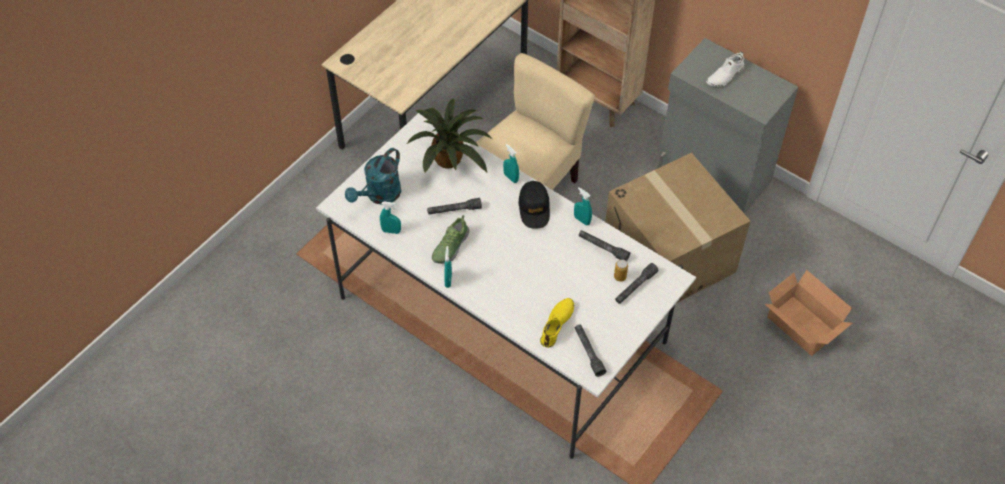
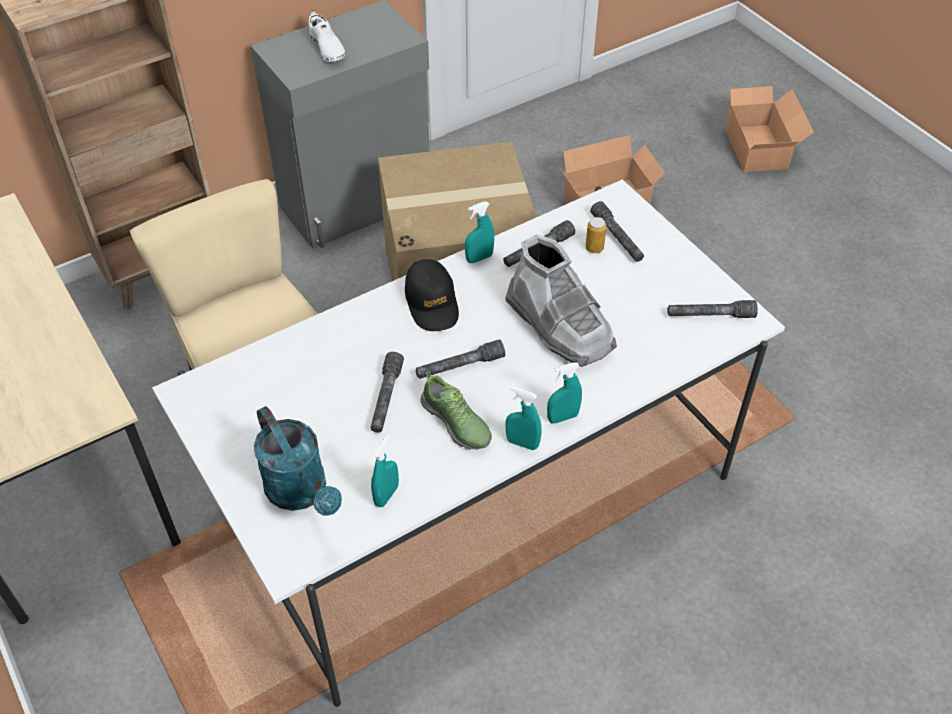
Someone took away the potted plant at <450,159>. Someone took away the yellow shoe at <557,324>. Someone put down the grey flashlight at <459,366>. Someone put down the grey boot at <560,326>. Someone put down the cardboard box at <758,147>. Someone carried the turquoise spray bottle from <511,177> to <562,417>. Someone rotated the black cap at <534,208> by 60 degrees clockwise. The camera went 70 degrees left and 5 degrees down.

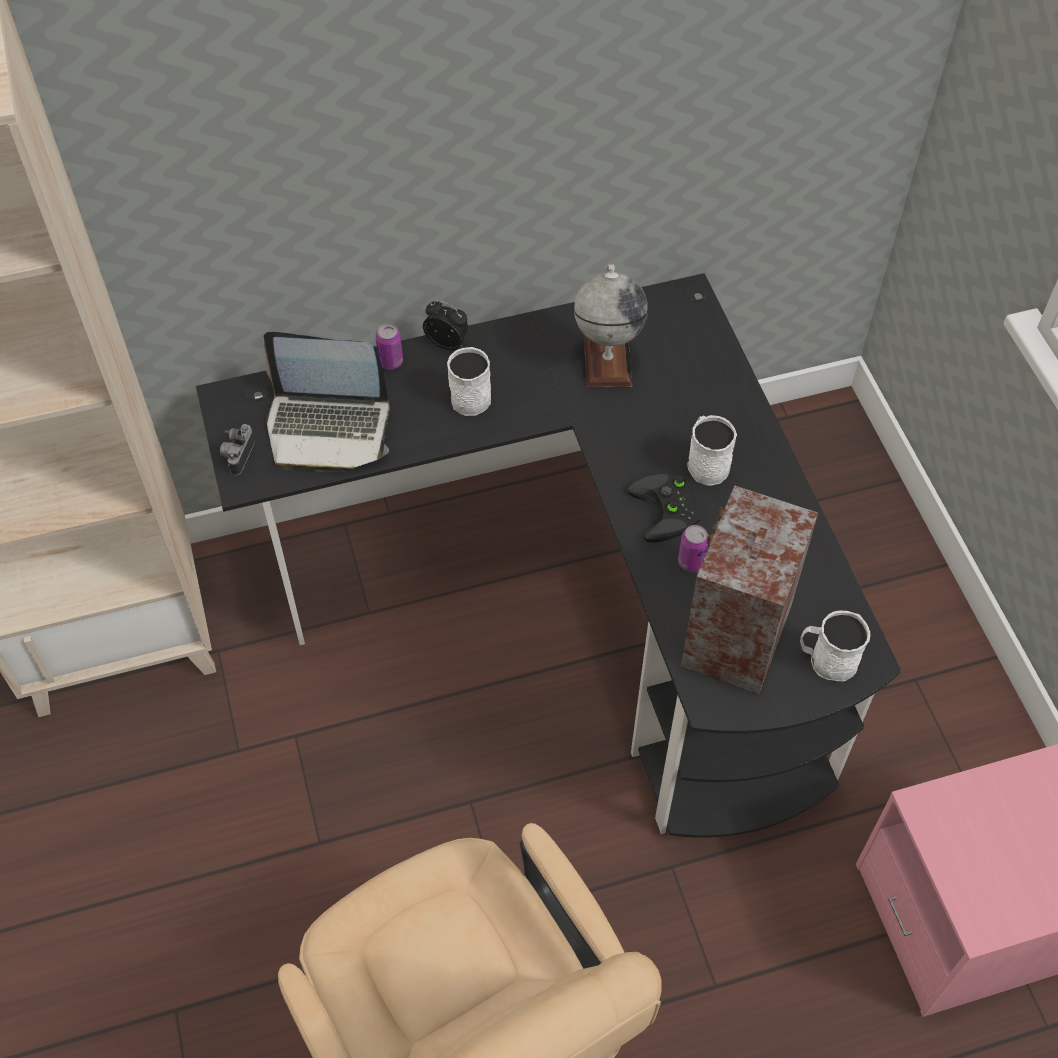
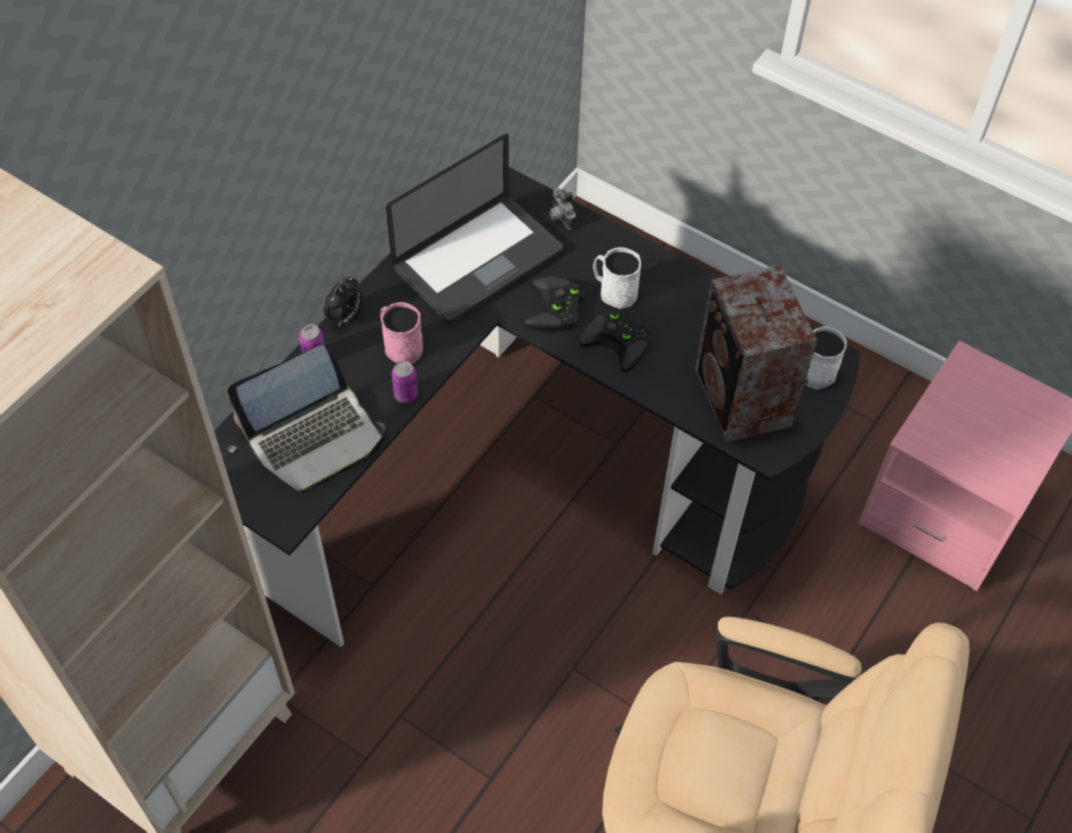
Someone put down the black game controller at <556,310>. Someone carried the photo camera from <238,456> to <559,217>. Someone carried the can from <691,562> to <405,395>. Someone swapped the globe at <607,362> for the laptop at <478,261>. Someone repainted the white mug at <470,394>, which became the pink mug at <400,345>. Someone rotated the alarm clock at <448,343> by 135 degrees clockwise. The camera went 40 degrees left and 0 degrees up.

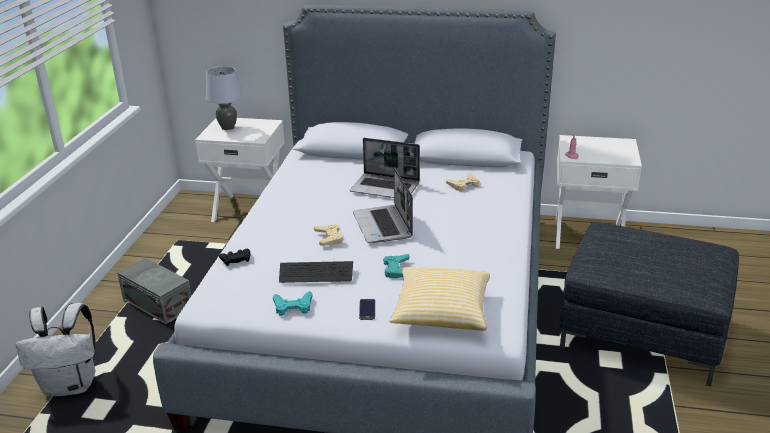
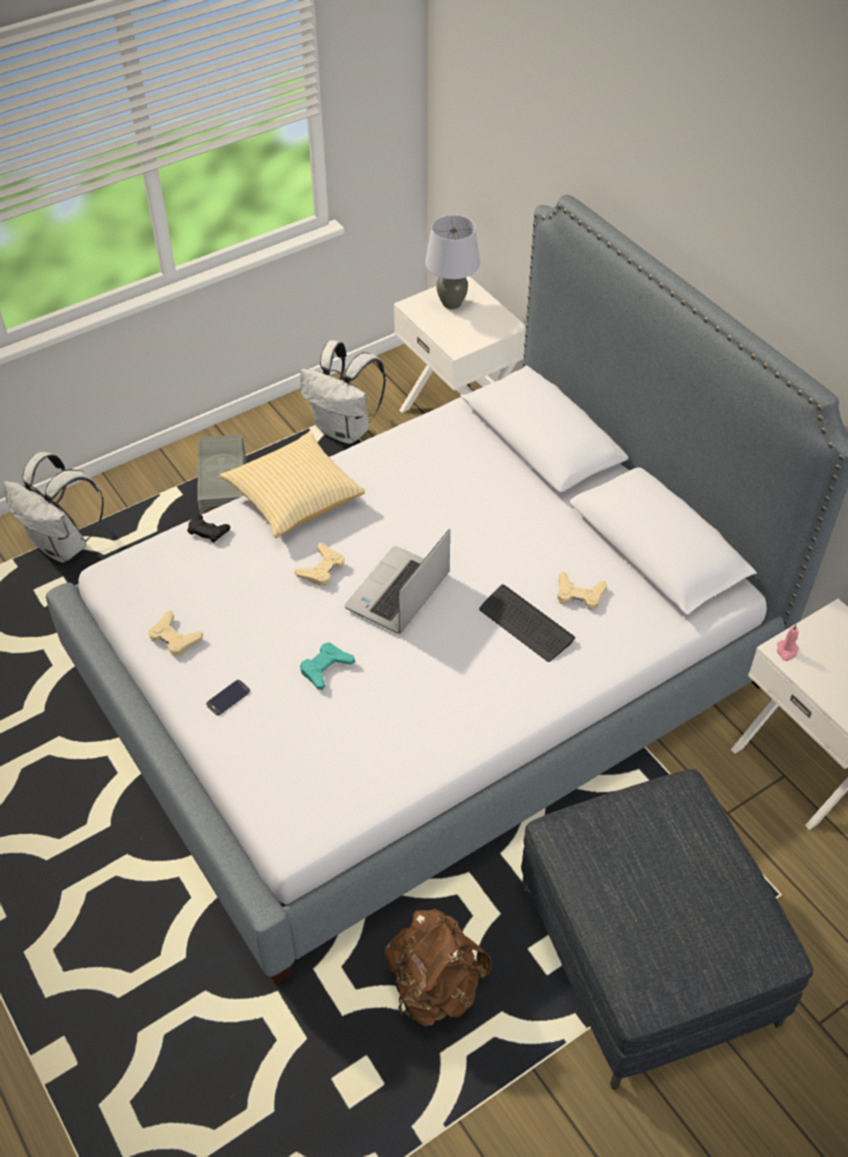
Someone took away the laptop at <386,188>. Someone put down the white backpack at <345,430>. Someone put down the brown backpack at <434,986>. Someone carried the keyboard from <316,273> to <526,624>. Someone carried the pillow from <441,312> to <294,498>. Someone repainted the turquoise game controller at <293,306>, which became the beige game controller at <174,638>. The camera went 45 degrees right and 20 degrees up.

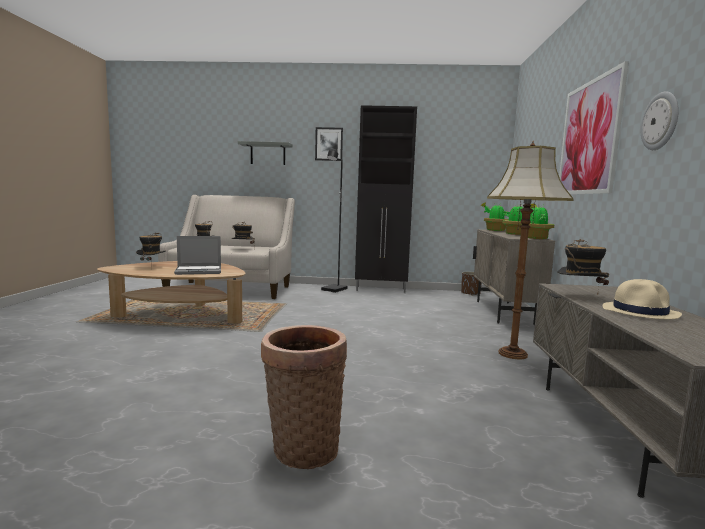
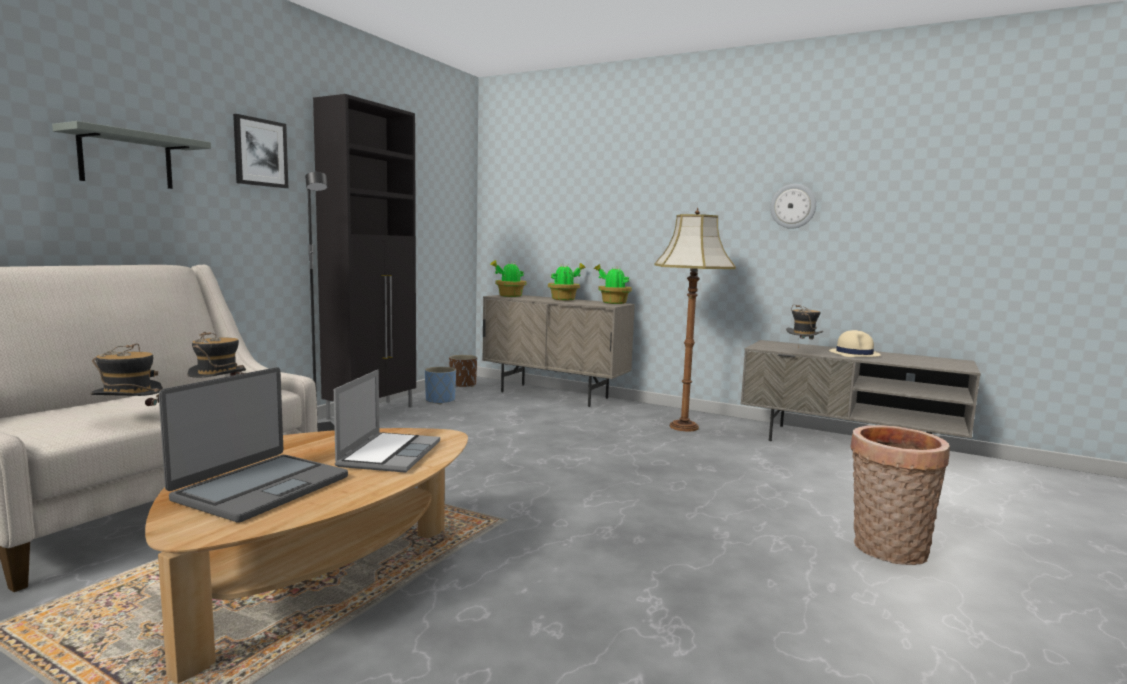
Someone took away the picture at <589,138>. Someone put down the blue planter at <440,401>. Someone swapped the hat at <152,267> for the laptop at <261,488>. The camera went 65 degrees left and 0 degrees up.

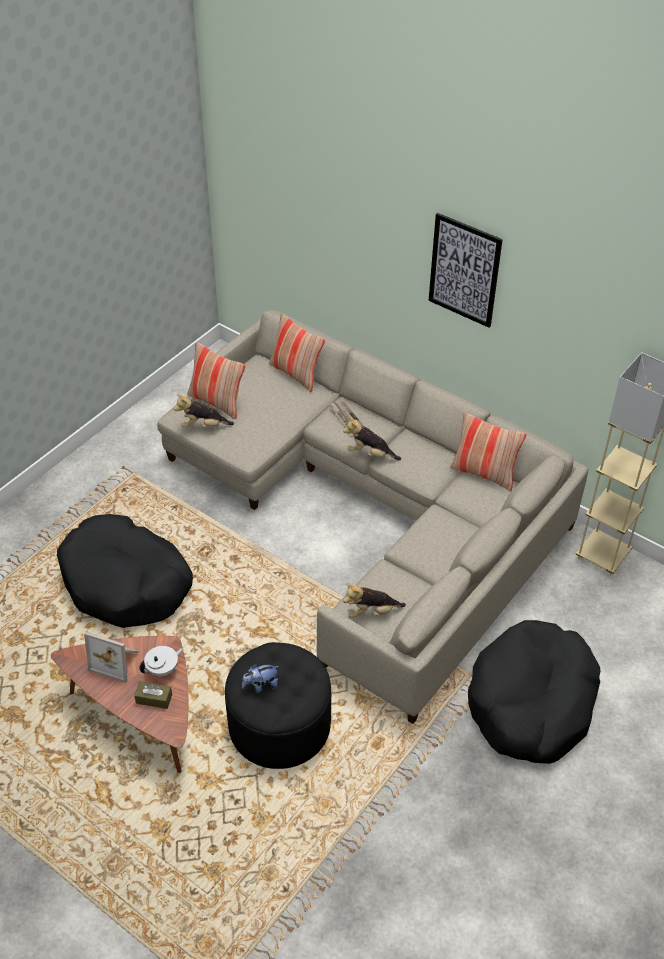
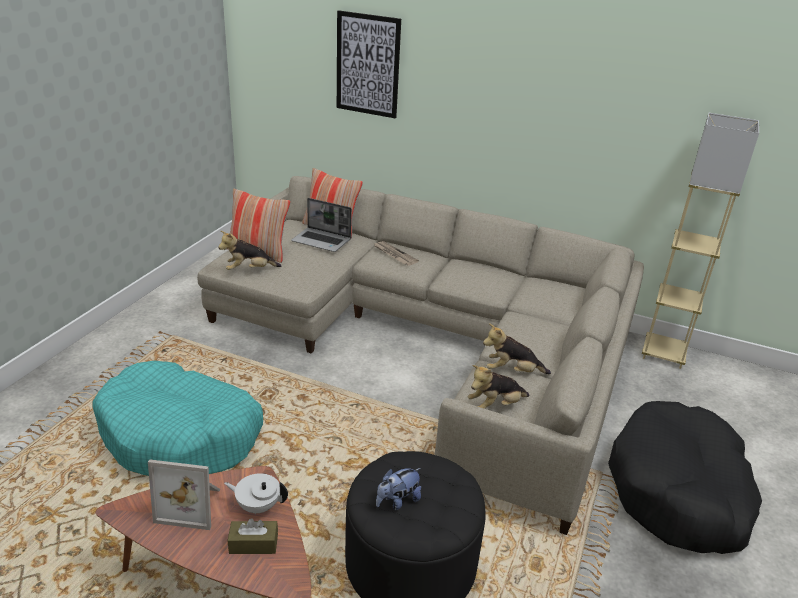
Someone took away the pillow at <484,473>. Someone put down the laptop at <322,241>. Someone carried the plush toy from <370,454> to <512,371>. Someone carried the picture from <464,270> to <368,65>. Someone repainted the black dog bed at <126,583>, which became the turquoise dog bed at <181,435>. Someone rotated the white teapot at <163,669> by 120 degrees counterclockwise. The camera went 15 degrees left and 15 degrees down.

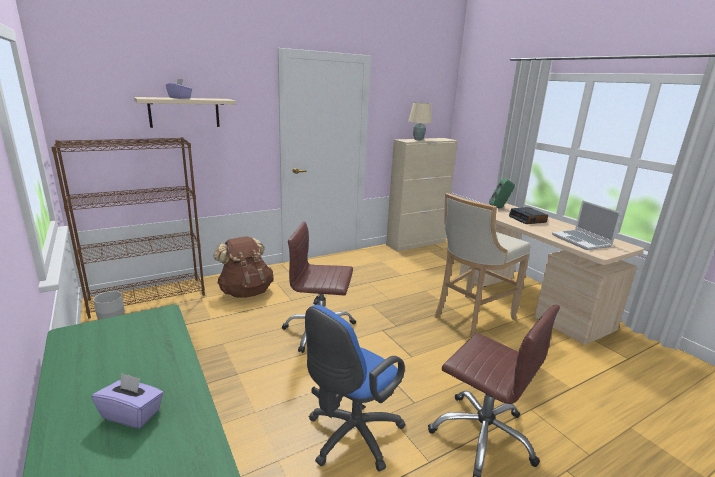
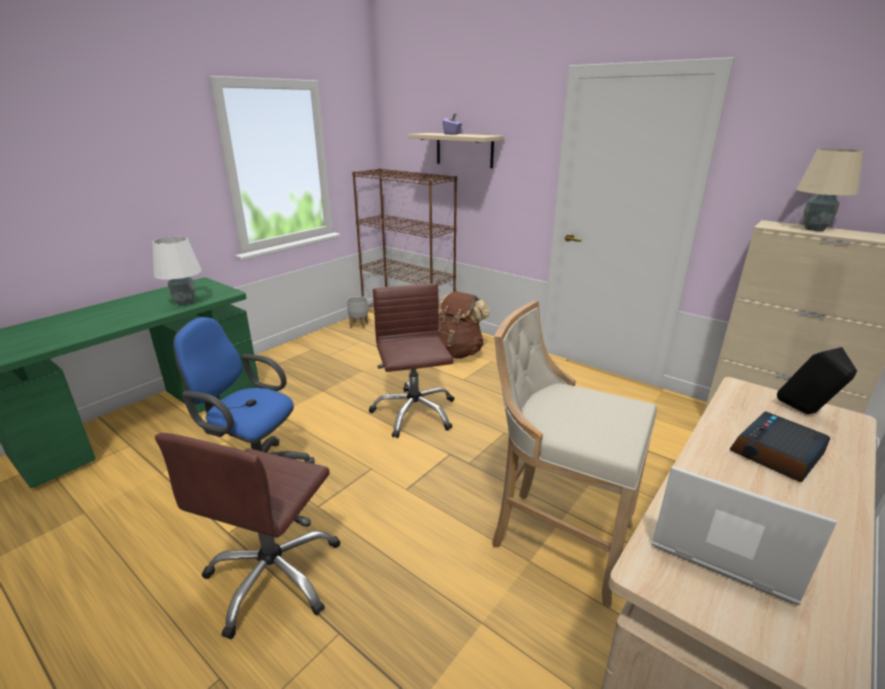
Someone took away the purple tissue box at <132,414>. Someone put down the white table lamp at <185,302>. Someone repainted the green speaker at <499,208>, which became the black speaker at <805,413>. Someone rotated the laptop at <582,241> by 75 degrees clockwise. The camera went 70 degrees right and 5 degrees up.

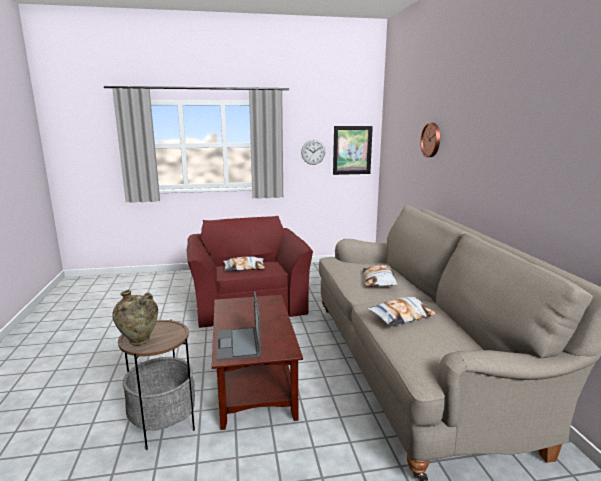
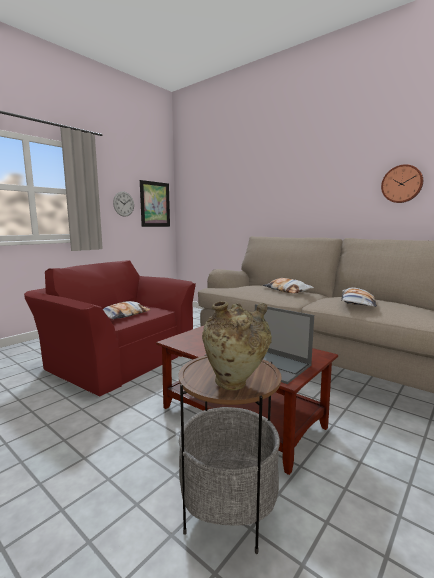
Someone carried the wall clock from <431,140> to <402,184>. The camera went 40 degrees left and 5 degrees down.

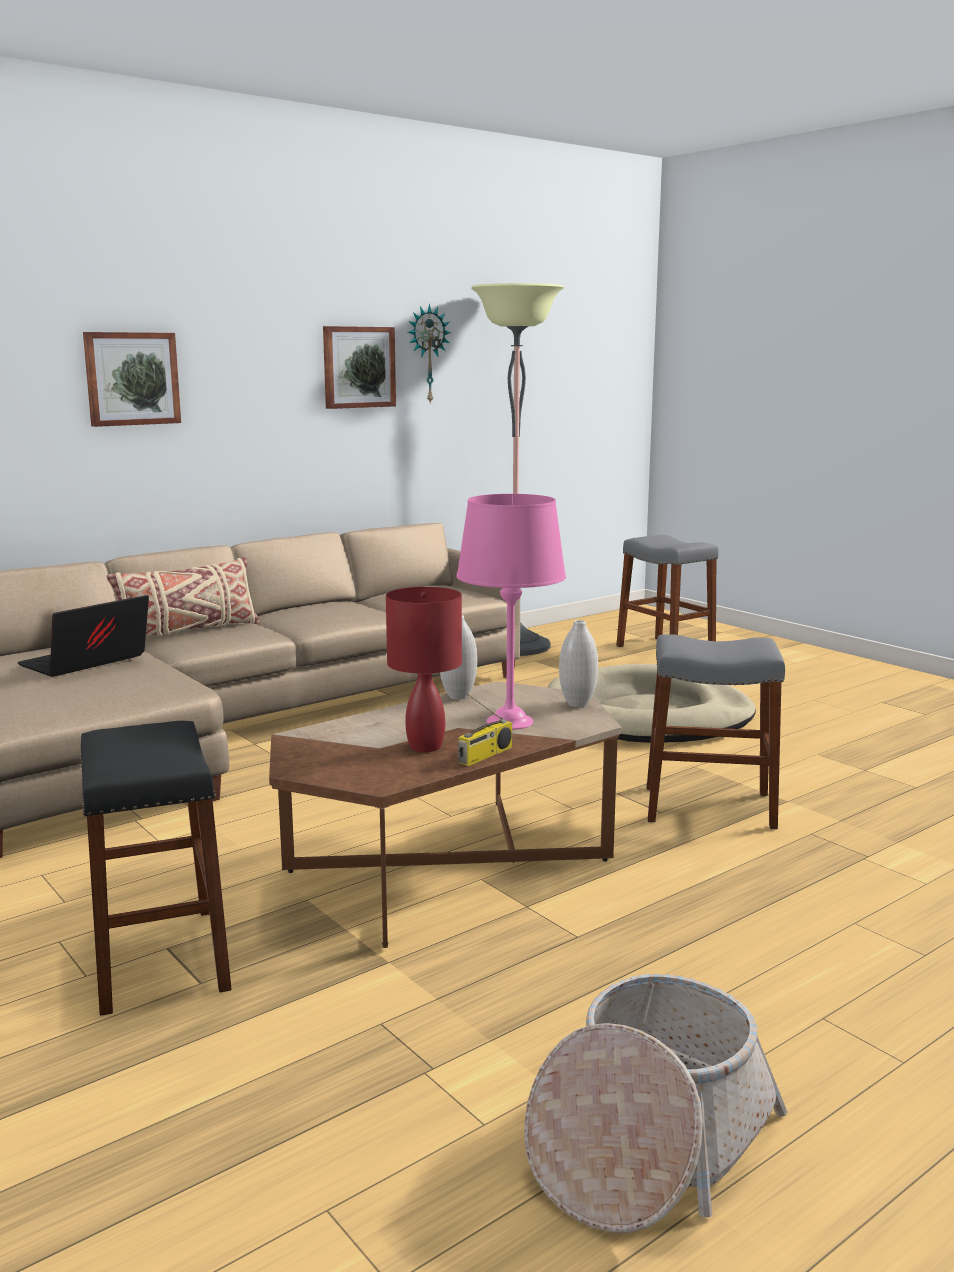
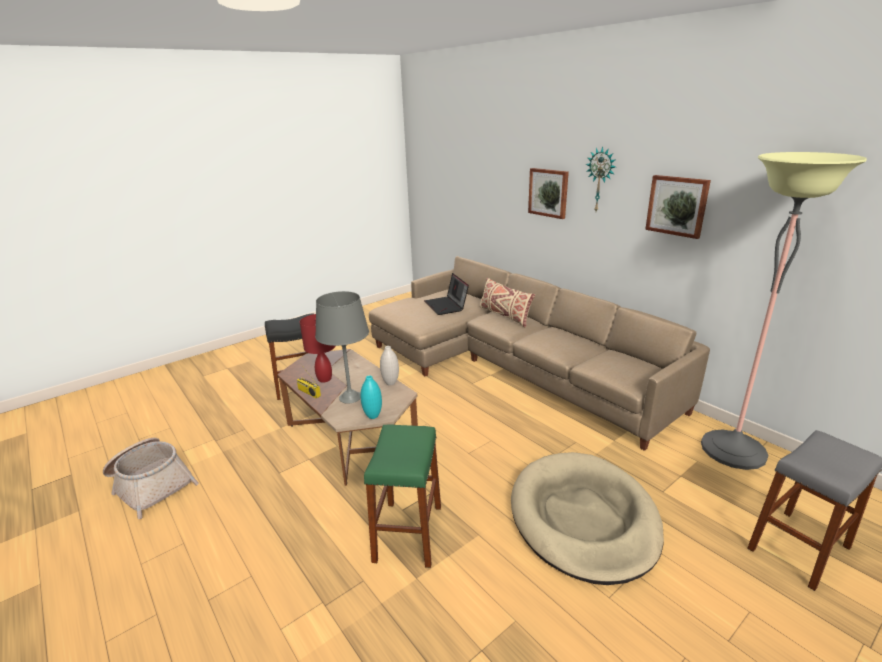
Someone carried the wall clock from <427,354> to <600,180>. Someone repainted the pink table lamp at <510,721>, which became the grey table lamp at <350,397>. Someone repainted the white vase at <577,704>, which became the turquoise vase at <373,416>. Someone repainted the grey stool at <709,807>, which became the green stool at <408,533>. Someone rotated the laptop at <85,663> by 150 degrees counterclockwise. The camera went 90 degrees right and 10 degrees up.

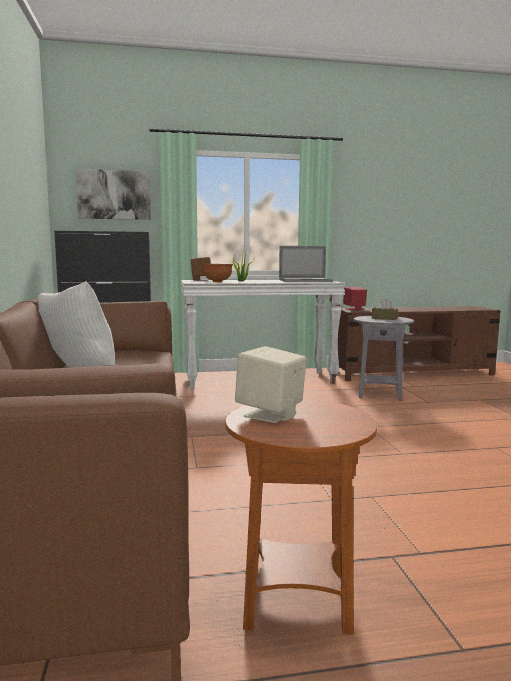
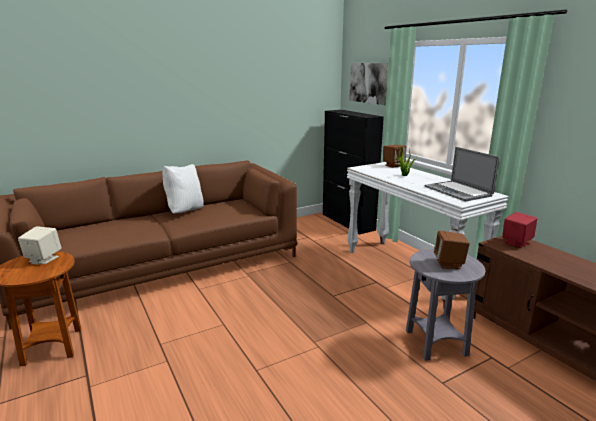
Someone took away the brown bowl at <218,282>. Someone swapped the brown tissue box at <384,318> for the brown speaker at <449,264>. The camera went 70 degrees right and 10 degrees up.

